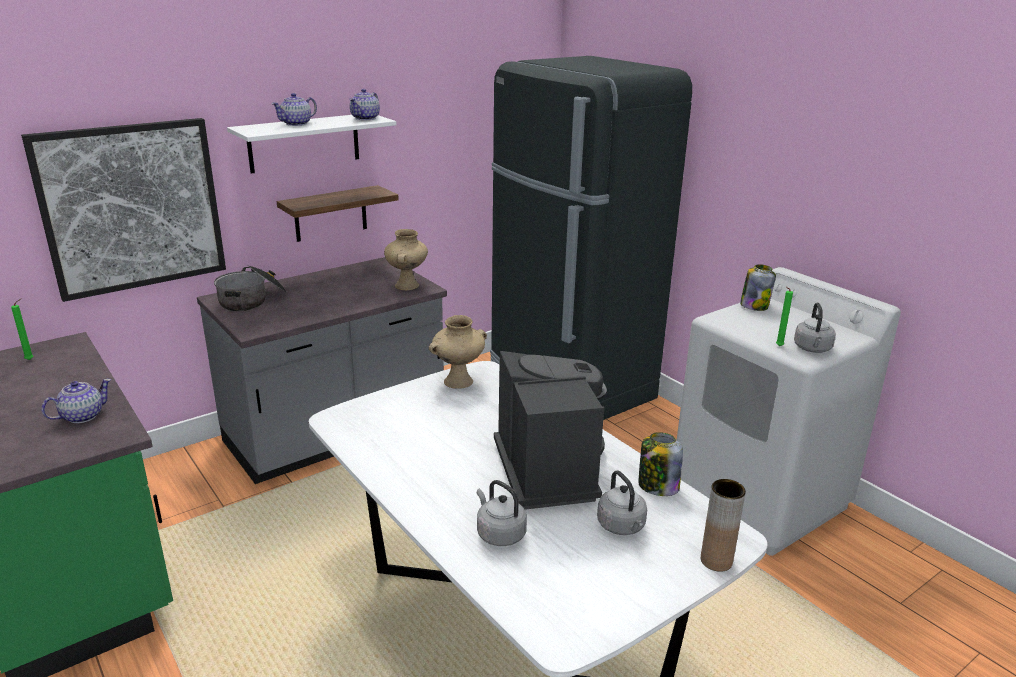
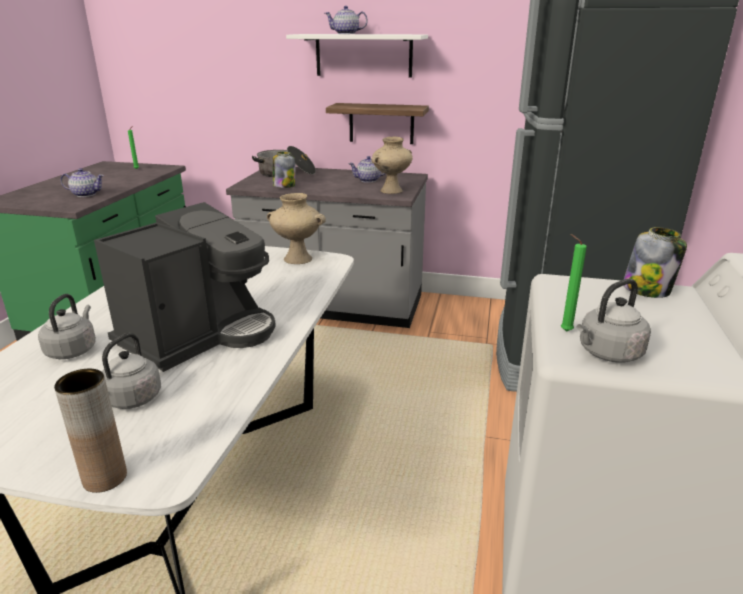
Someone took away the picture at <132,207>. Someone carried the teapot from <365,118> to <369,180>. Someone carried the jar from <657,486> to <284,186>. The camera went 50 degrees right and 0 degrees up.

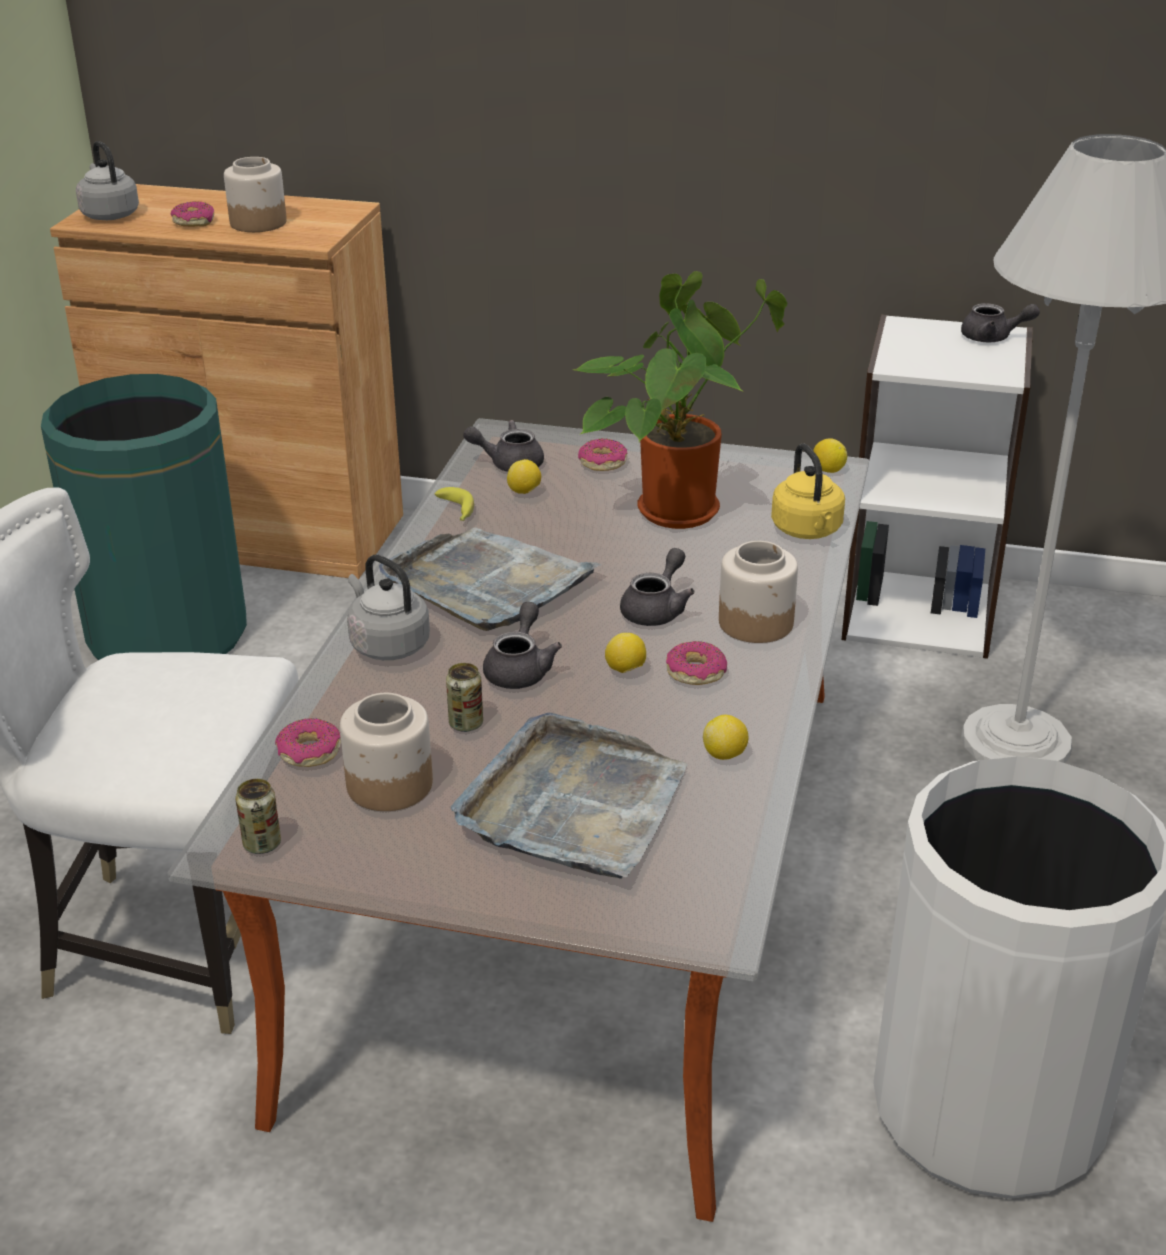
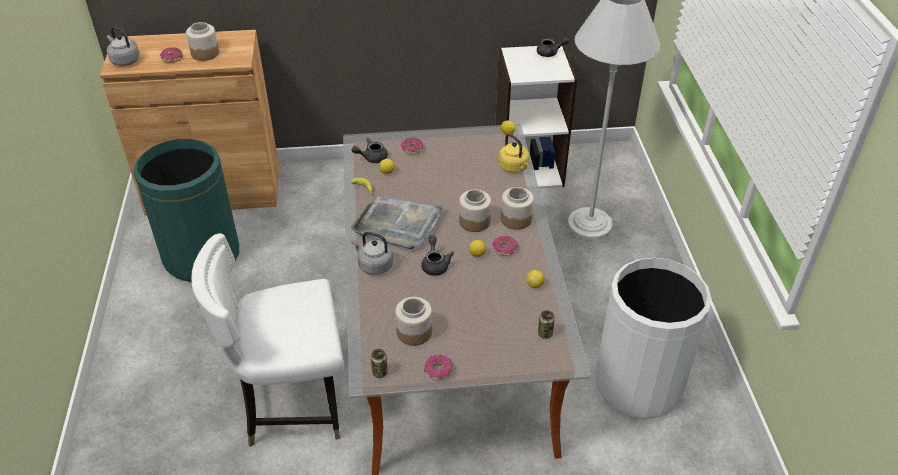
Someone took away the grey tray at <573,805>. Someone took away the potted plant at <677,507>. Someone carried the donut from <309,752> to <438,370>. Someone carried the can from <466,724> to <545,333>. Someone swapped the grey teapot at <657,609> for the jar at <474,221>. The camera went 20 degrees left and 10 degrees up.

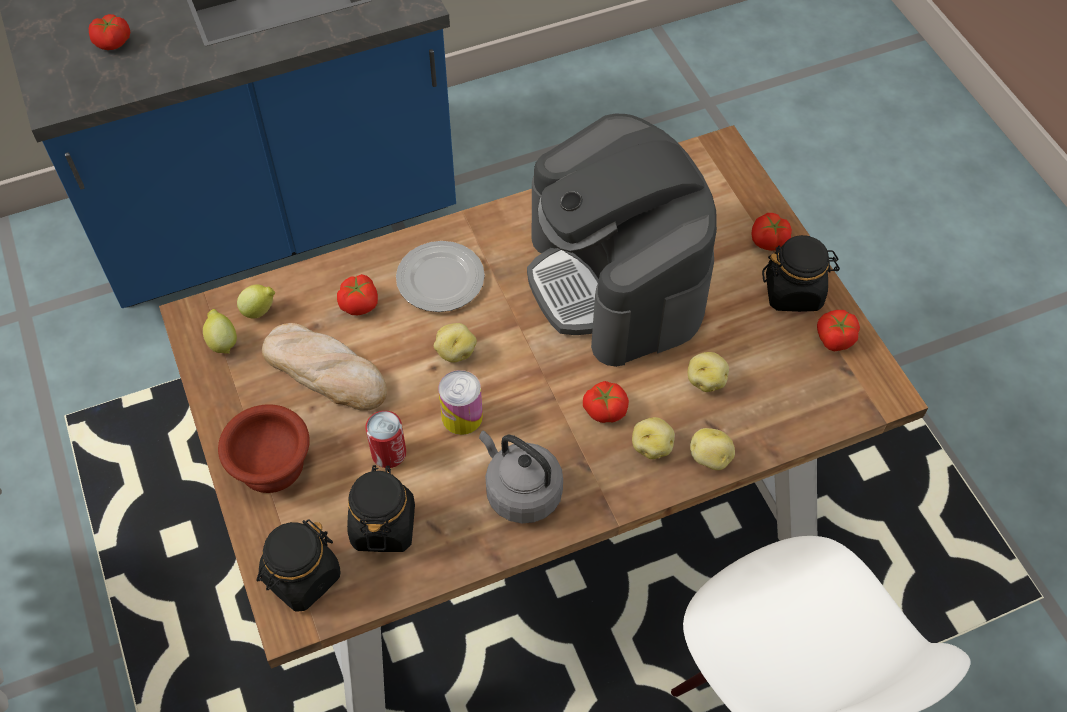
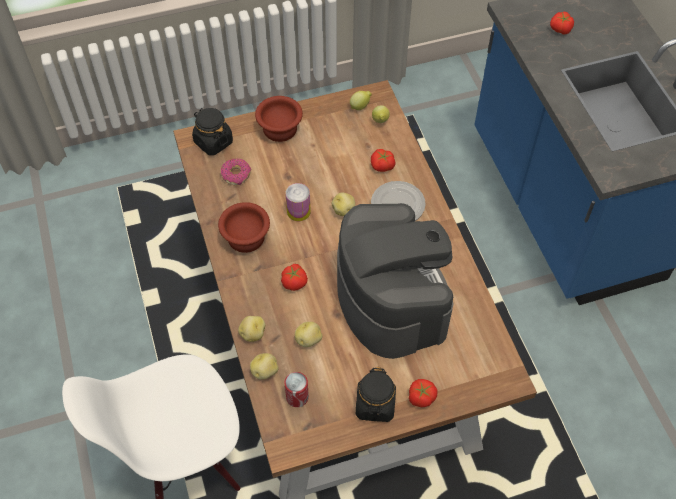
Someone took away the bread at <326,370>. Someone took away the tomato at <834,338>. Someone carried the can from <389,453> to <297,397>. Someone carried the potato from <652,446> to <265,371>. Someone swapped the black jar at <383,525> for the donut at <236,175>. Someone swapped the grey kettle at <520,491> for the brown bowl at <246,236>. Someone rotated the coffee machine at <616,281> by 90 degrees clockwise. The camera went 95 degrees right and 0 degrees up.

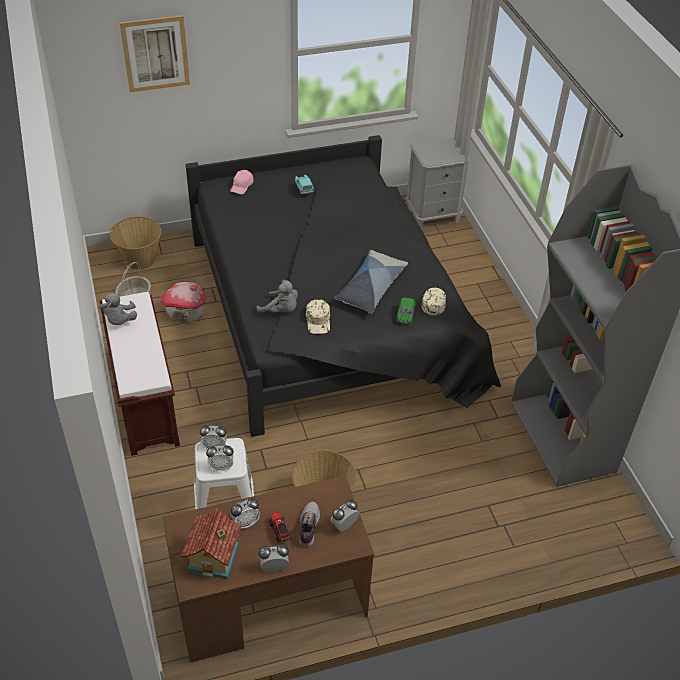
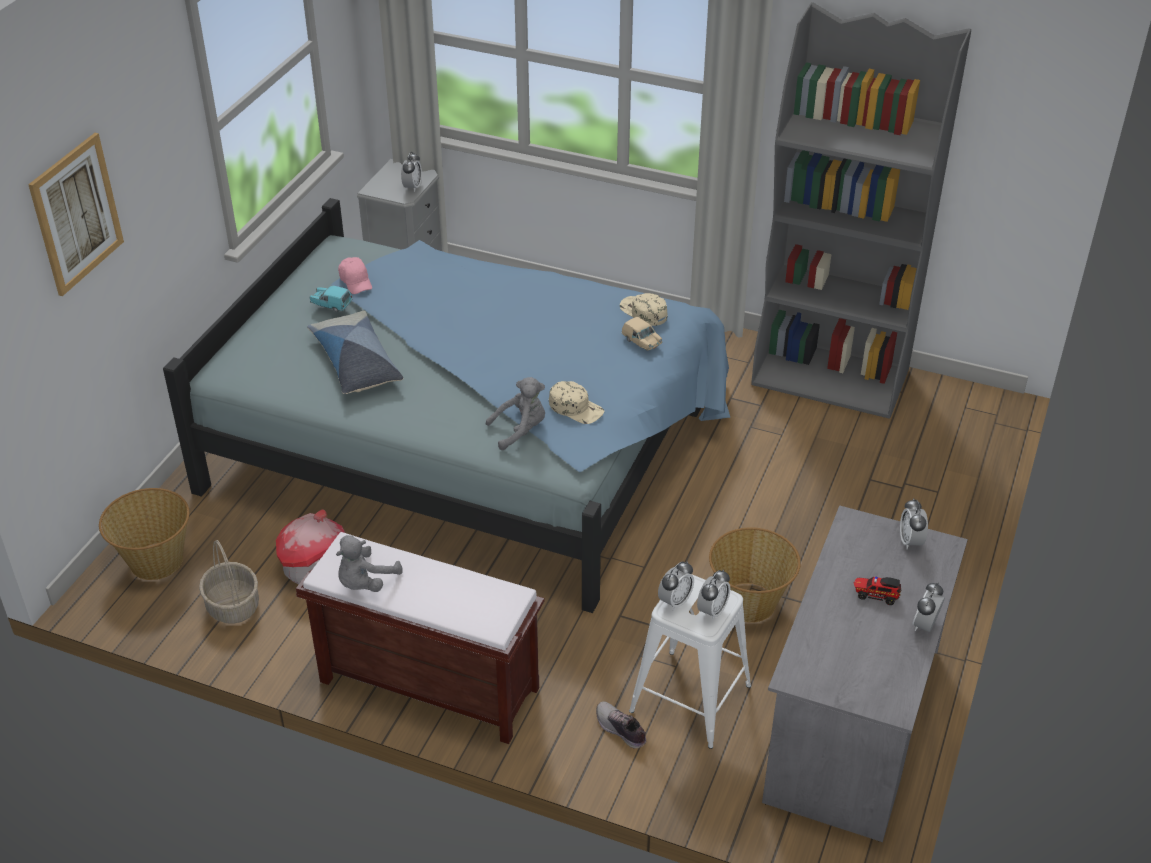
Someone took away the toy house at <215,558>. Someone carried the pink cap from <242,186> to <356,282>. Someone carried the alarm clock from <245,522> to <412,187>. Someone carried the shoe from <308,527> to <620,730>. Someone carried the pillow from <370,287> to <355,363>. Someone repainted the brown desk at <270,602>, which became the grey desk at <852,724>. Someone repainted the black bed at <332,315>, which became the blue bed at <472,443>. Someone repainted the green toy car at <405,316>, which became the beige toy car at <641,342>. Someone rotated the grey plush toy at <119,320> by 90 degrees clockwise. The camera went 50 degrees left and 5 degrees down.

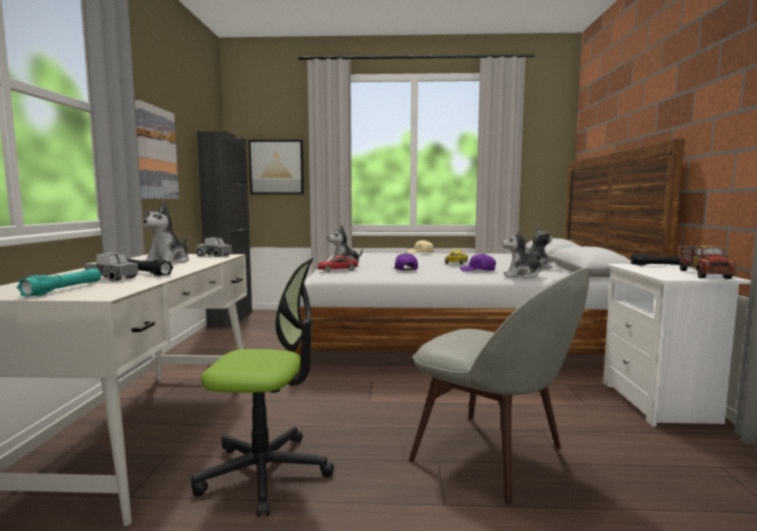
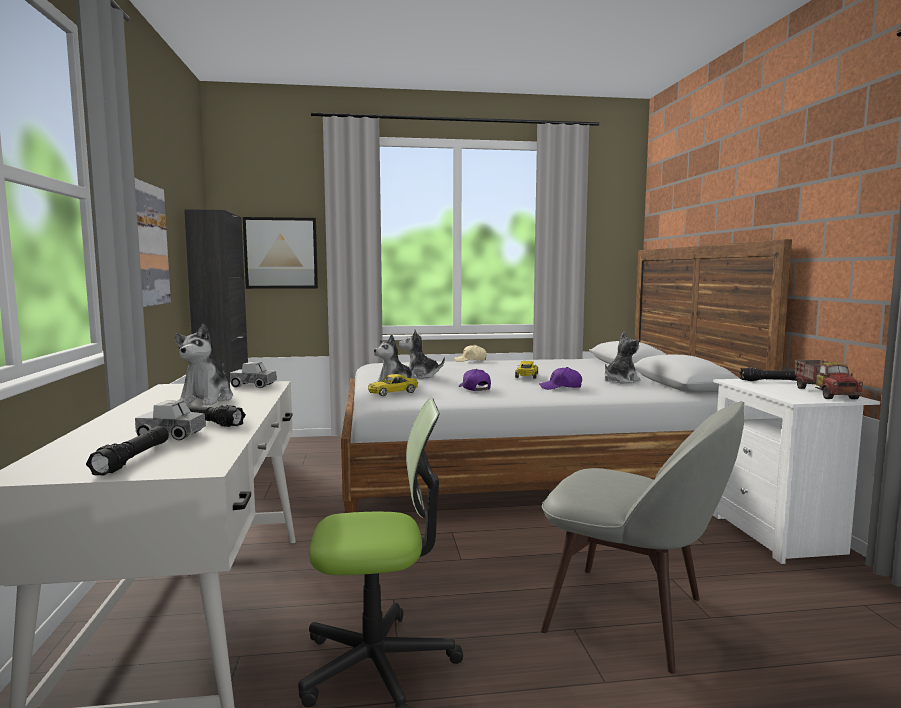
Someone carried the plush toy from <522,276> to <420,376>. Someone repainted the turquoise flashlight at <64,290>, which became the black flashlight at <133,459>. Someone repainted the red toy car at <337,270>, which became the yellow toy car at <393,392>. The camera went 10 degrees left and 0 degrees up.

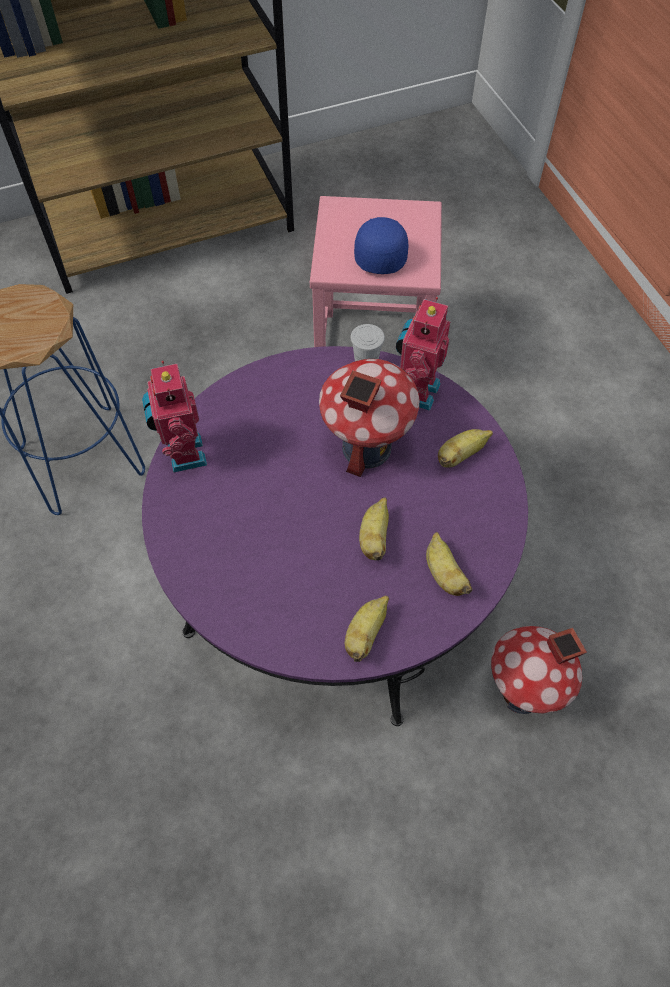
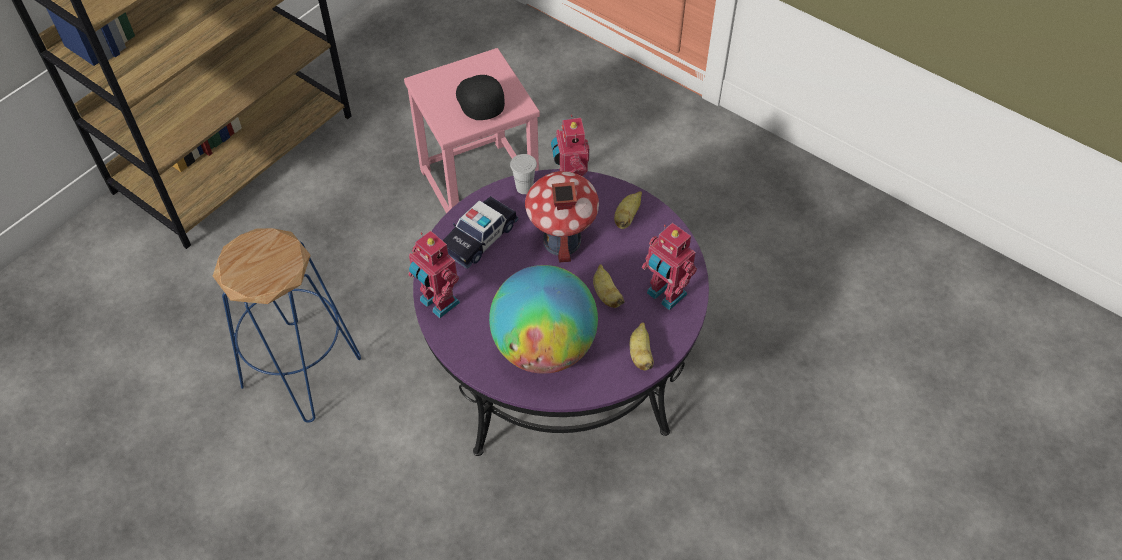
Someone took away the toy house at <522,691>. Someone put down the toy car at <479,238>. Someone put down the globe at <544,348>. Someone swapped the banana at <443,573> for the toy robot at <664,295>. Someone repainted the blue cap at <380,251>, which became the black cap at <478,101>. The camera went 30 degrees left and 5 degrees down.

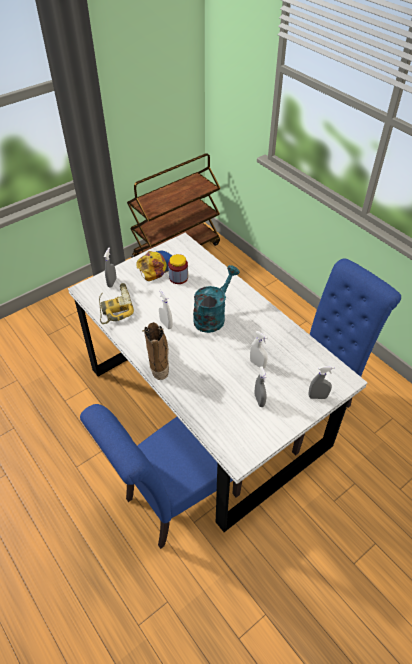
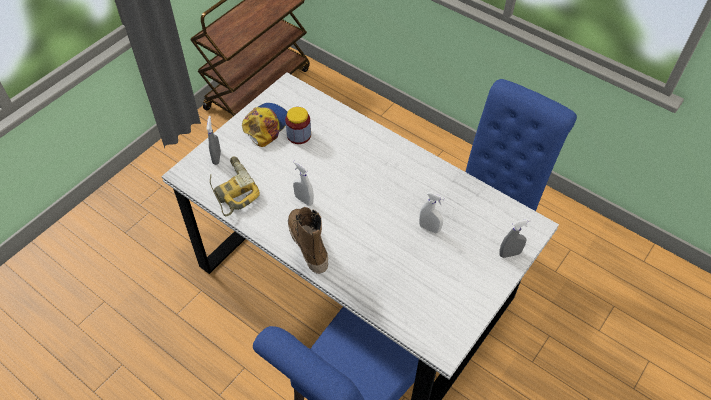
Someone took away the turquoise watering can at <212,316>. Someone took away the grey spray bottle at <259,400>. The camera went 15 degrees left and 5 degrees up.

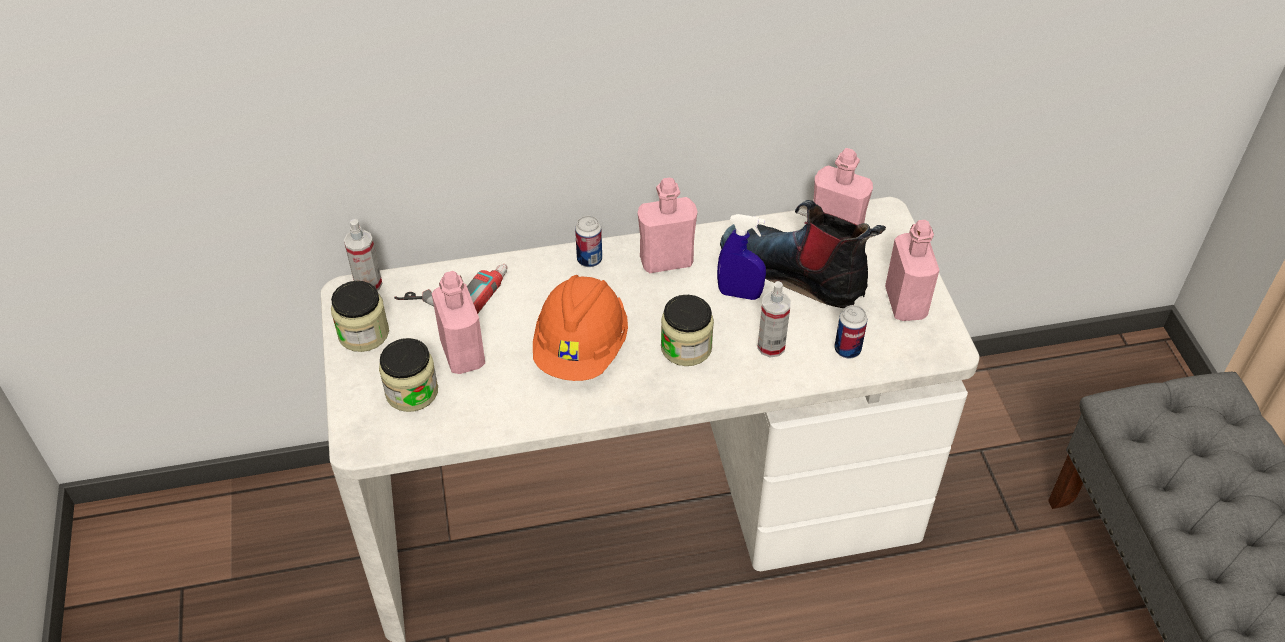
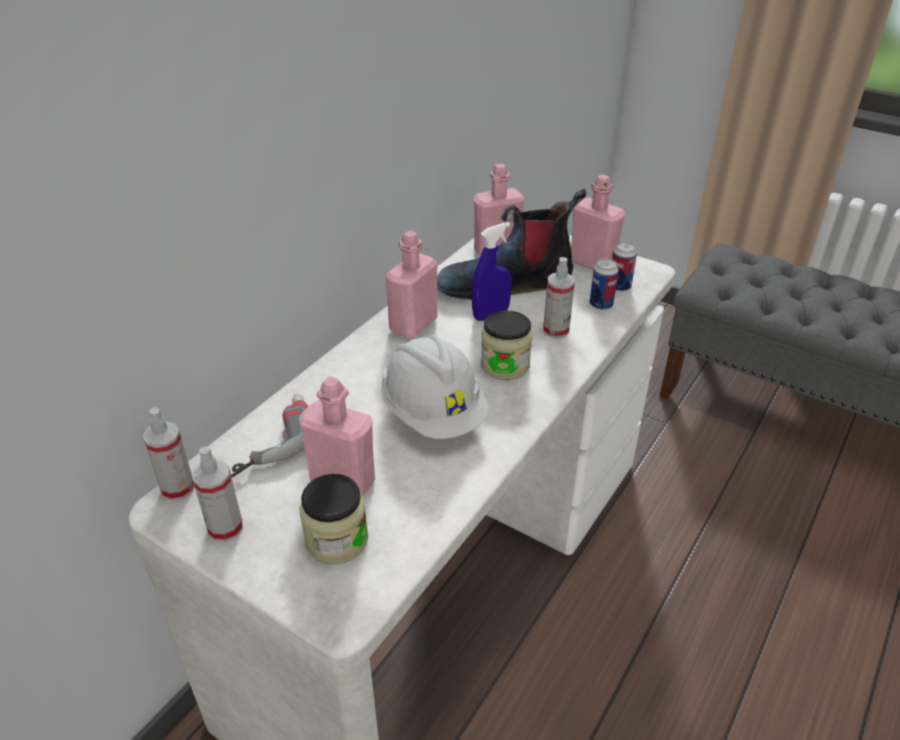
Someone carried the can from <589,260> to <619,287>. Someone swapped the jar at <363,333> for the spray bottle at <225,528>. Someone repainted the orange hard hat at <581,349>, which became the white hard hat at <433,414>. The camera went 45 degrees left and 10 degrees down.

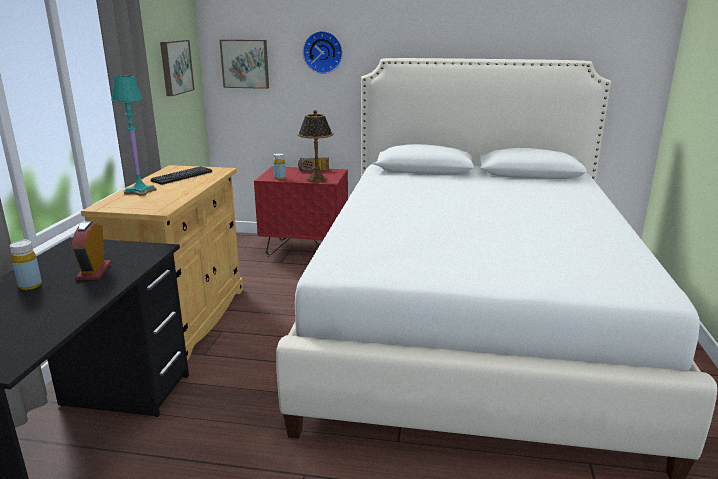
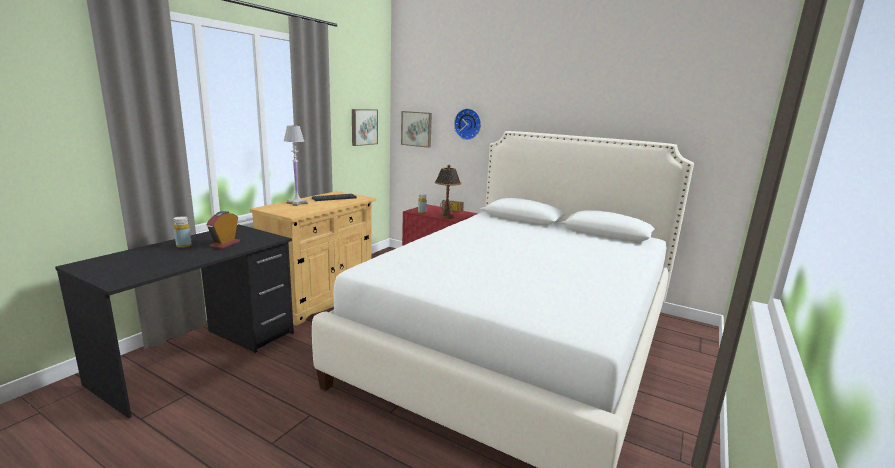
Someone repainted the turquoise table lamp at <140,191>, which became the white table lamp at <297,203>. The camera went 20 degrees right and 5 degrees down.

